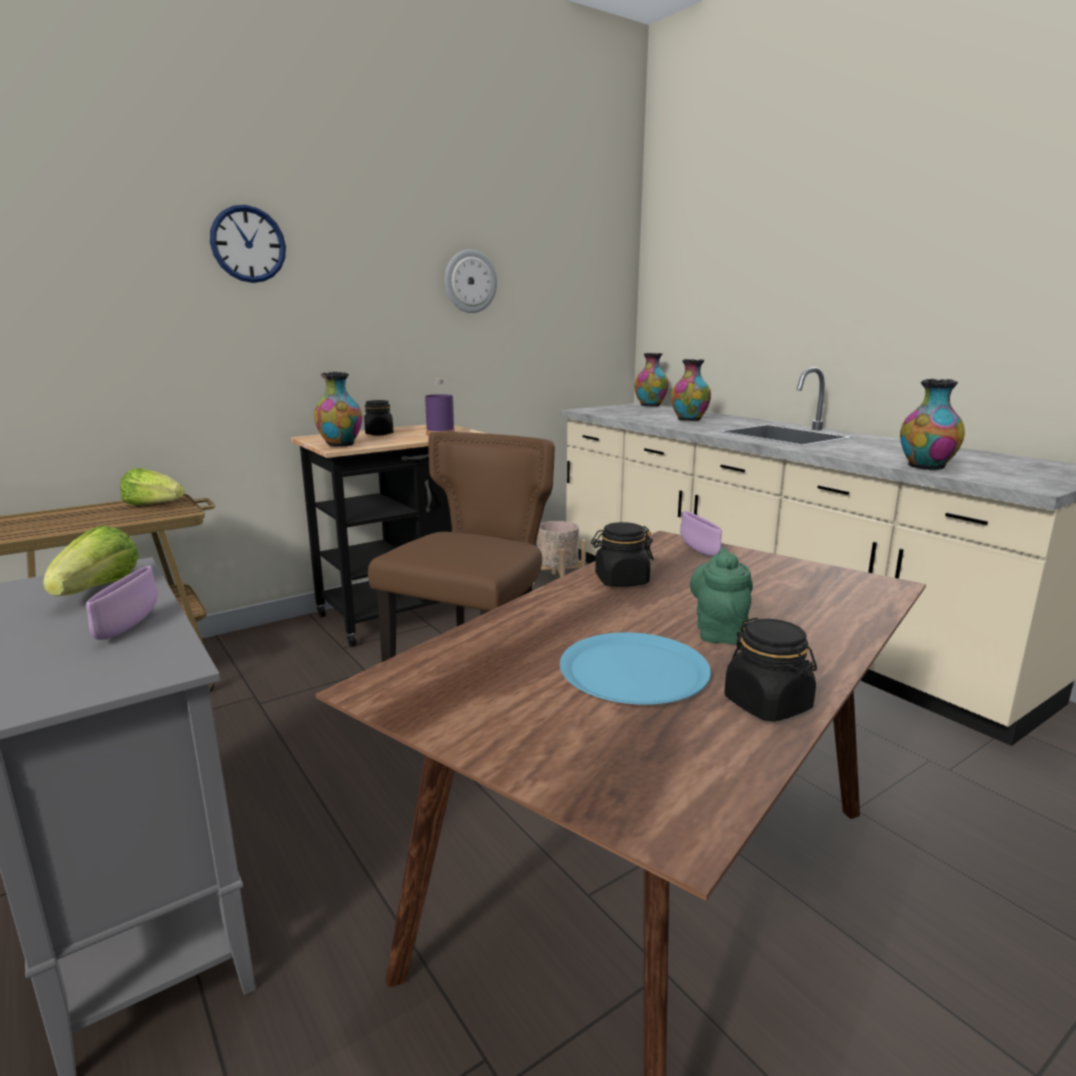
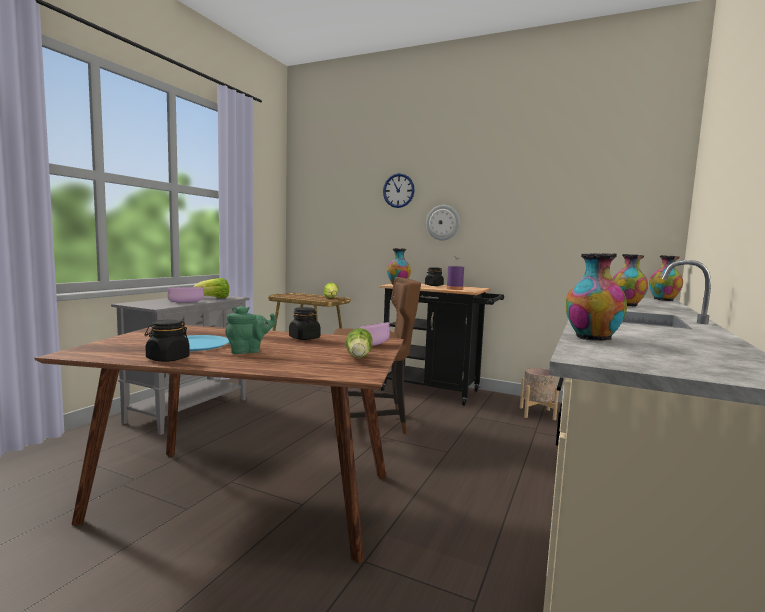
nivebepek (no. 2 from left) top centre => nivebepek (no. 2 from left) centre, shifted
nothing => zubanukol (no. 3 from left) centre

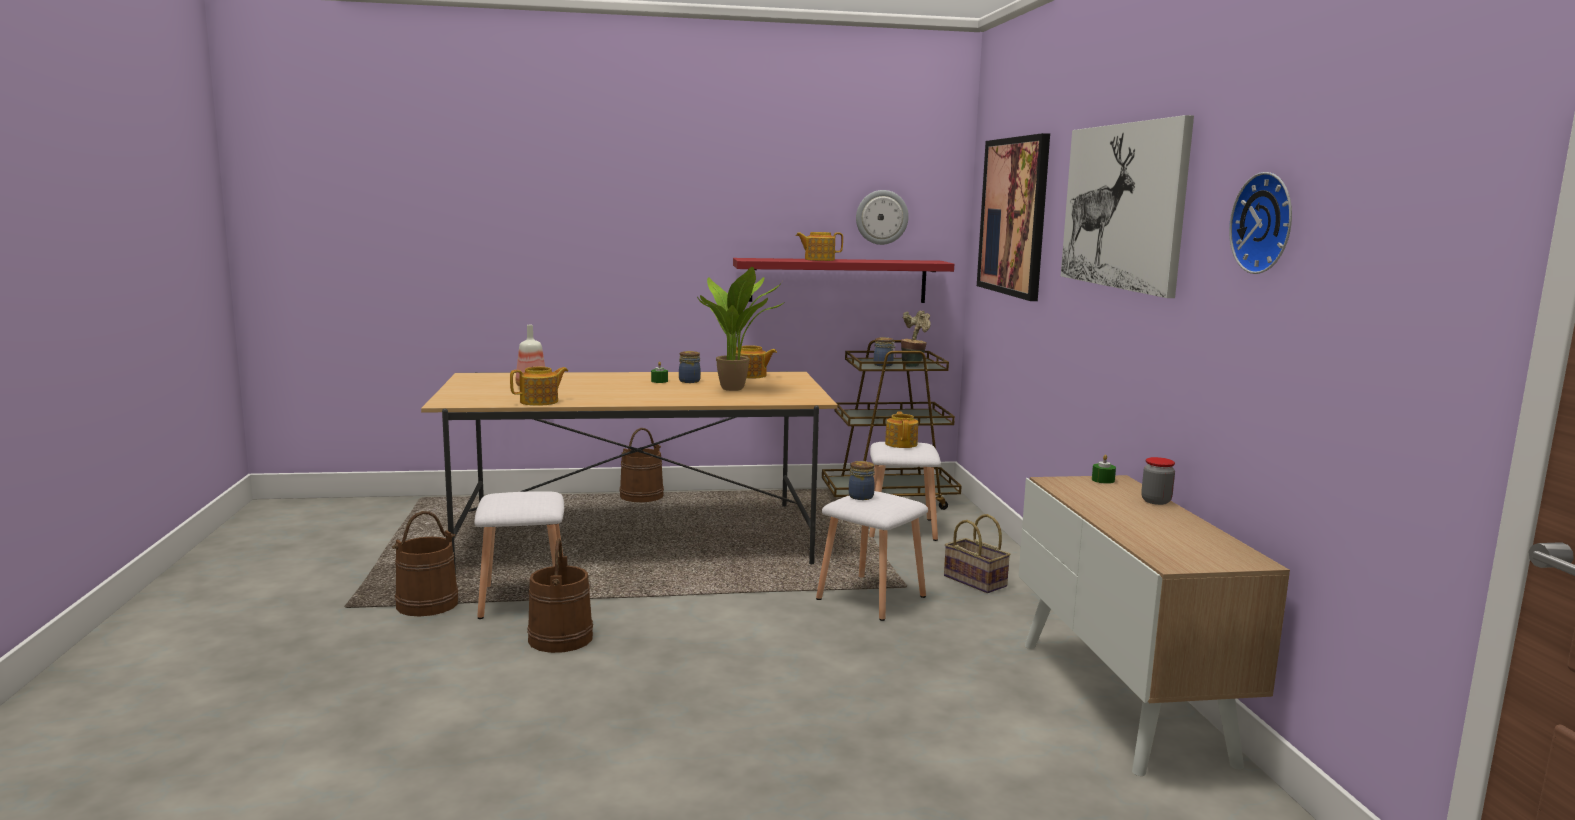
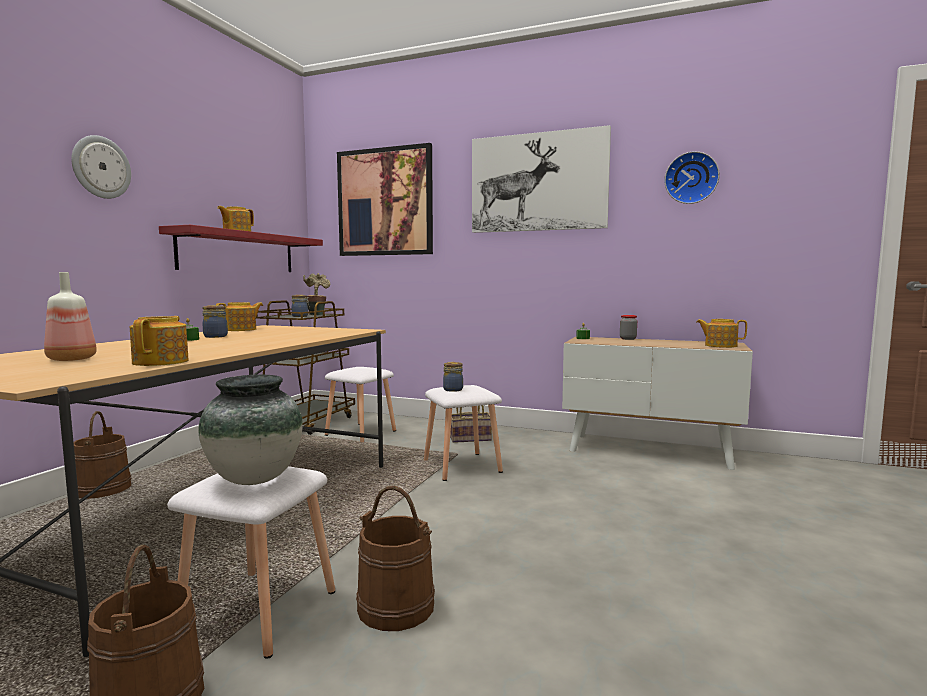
nivebepek (no. 1 from left) top centre => nivebepek (no. 1 from left) top left, shifted
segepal (no. 1 from left) centre => nothing
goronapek (no. 4 from left) centre => goronapek (no. 4 from left) middle right, shifted
nothing => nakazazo middle left

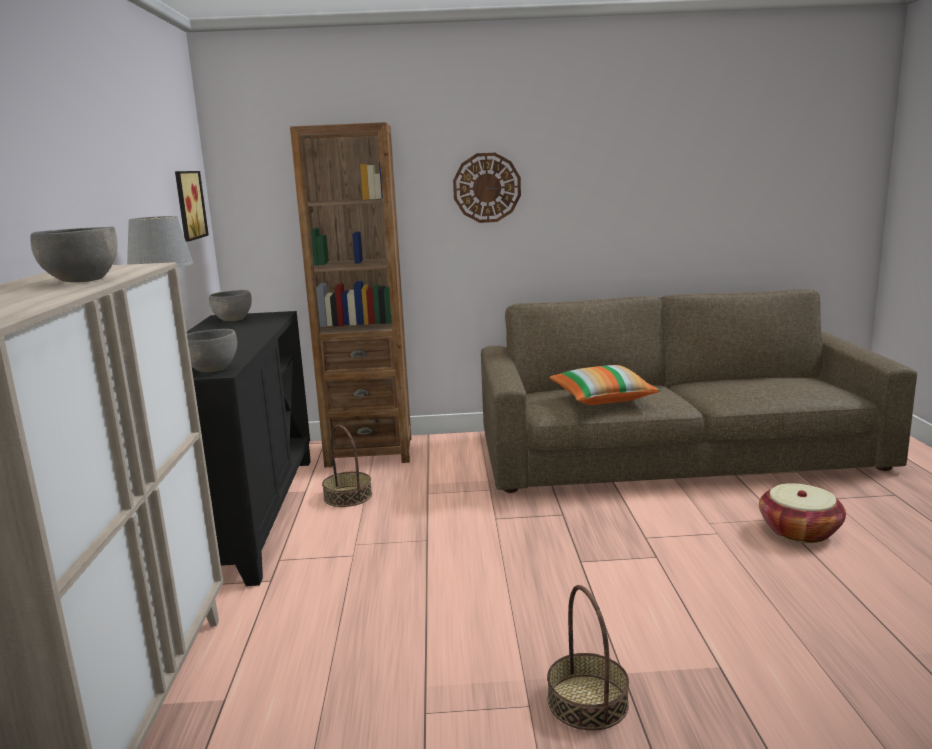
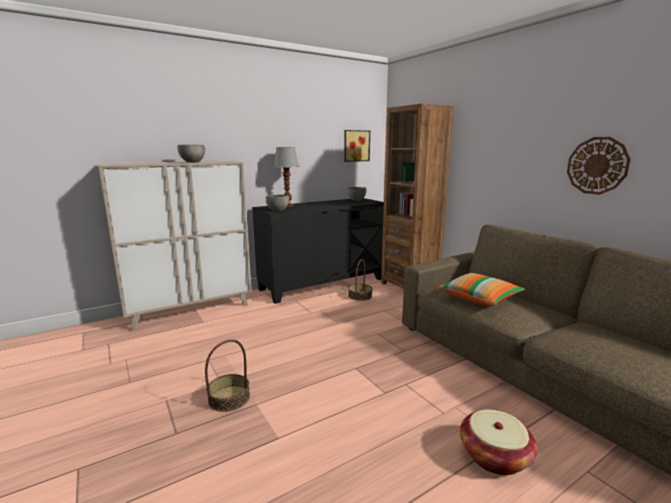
nivebepek top centre => nivebepek top right, shifted

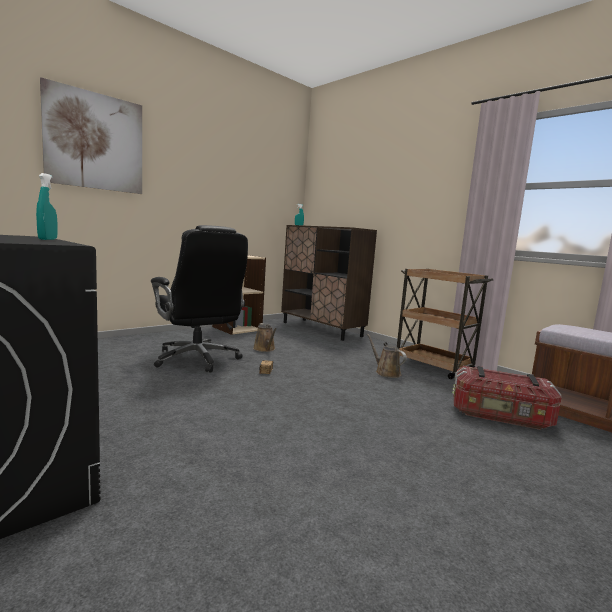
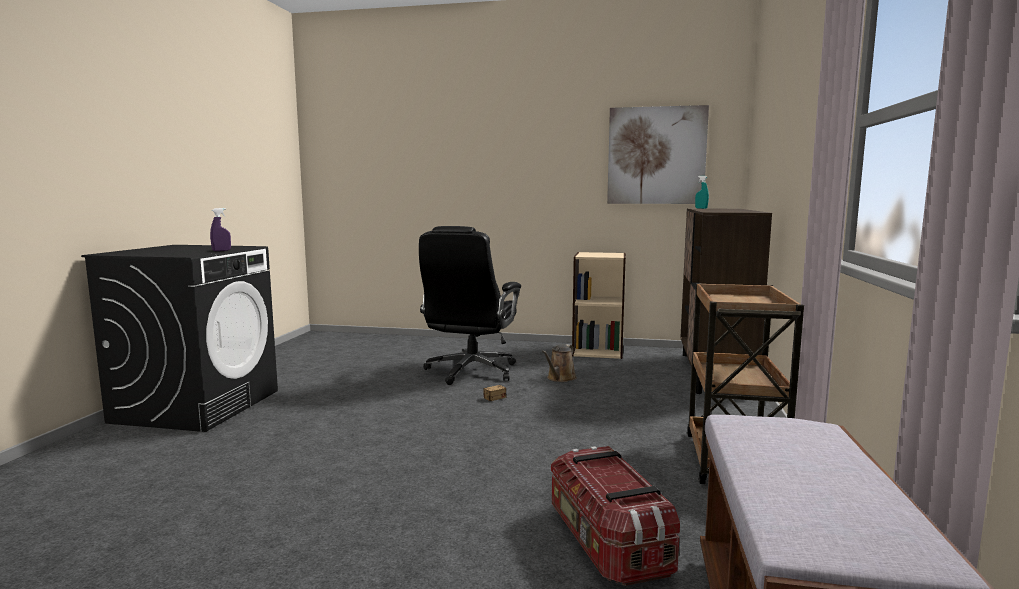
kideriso top left => kideriso top centre, shifted
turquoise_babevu (no. 1 from left) middle left => purple_babevu middle left
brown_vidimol (no. 2 from left) centre => nothing

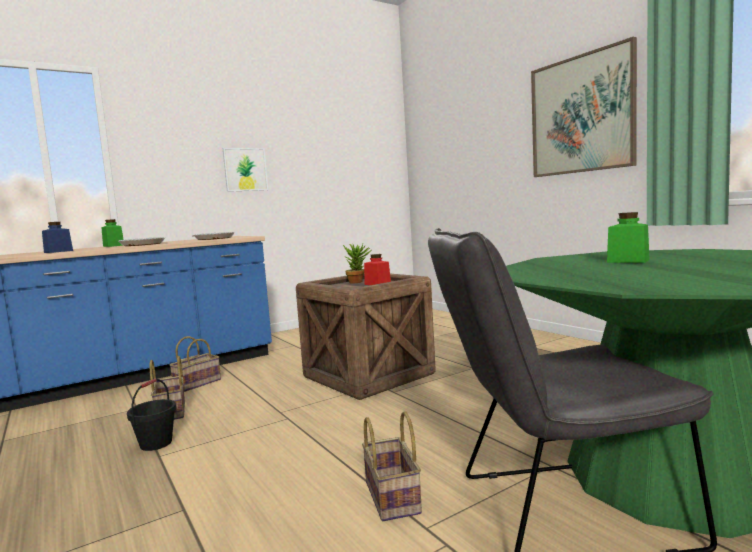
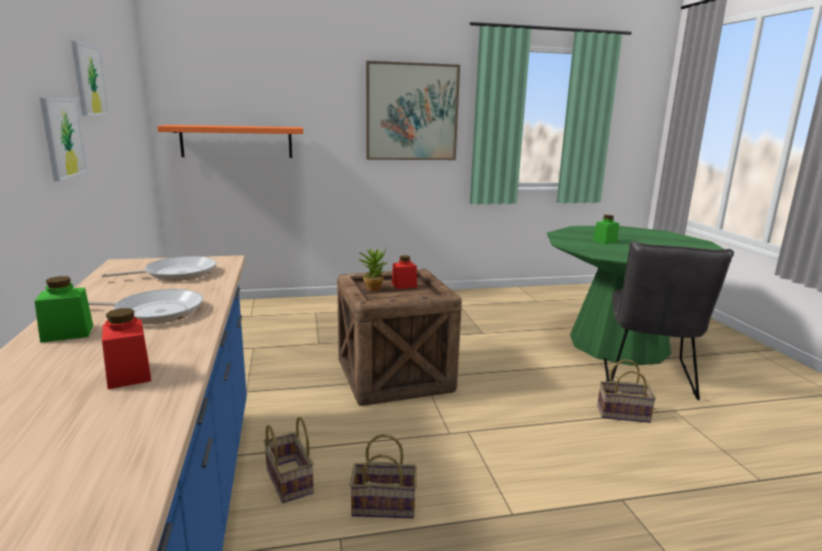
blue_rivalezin middle left => red_rivalezin (no. 1 from left) middle left
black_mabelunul bottom left => nothing
nothing => kideriso (no. 2 from left) top left
nothing => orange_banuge top left

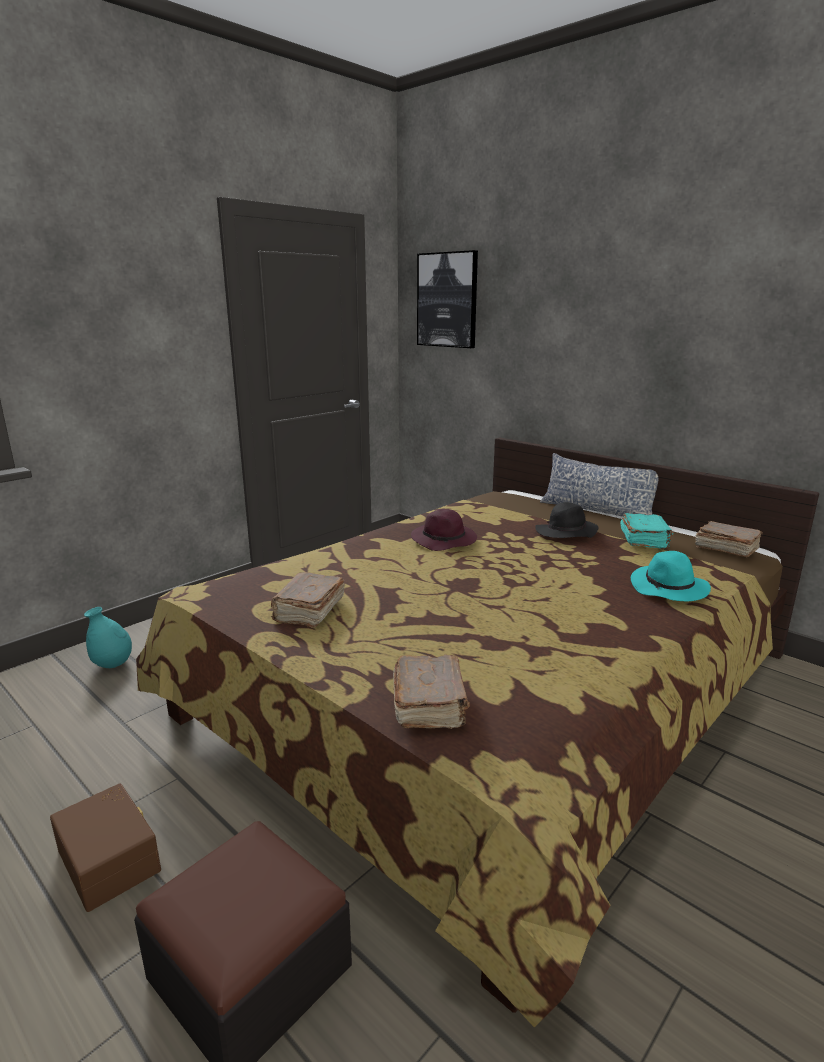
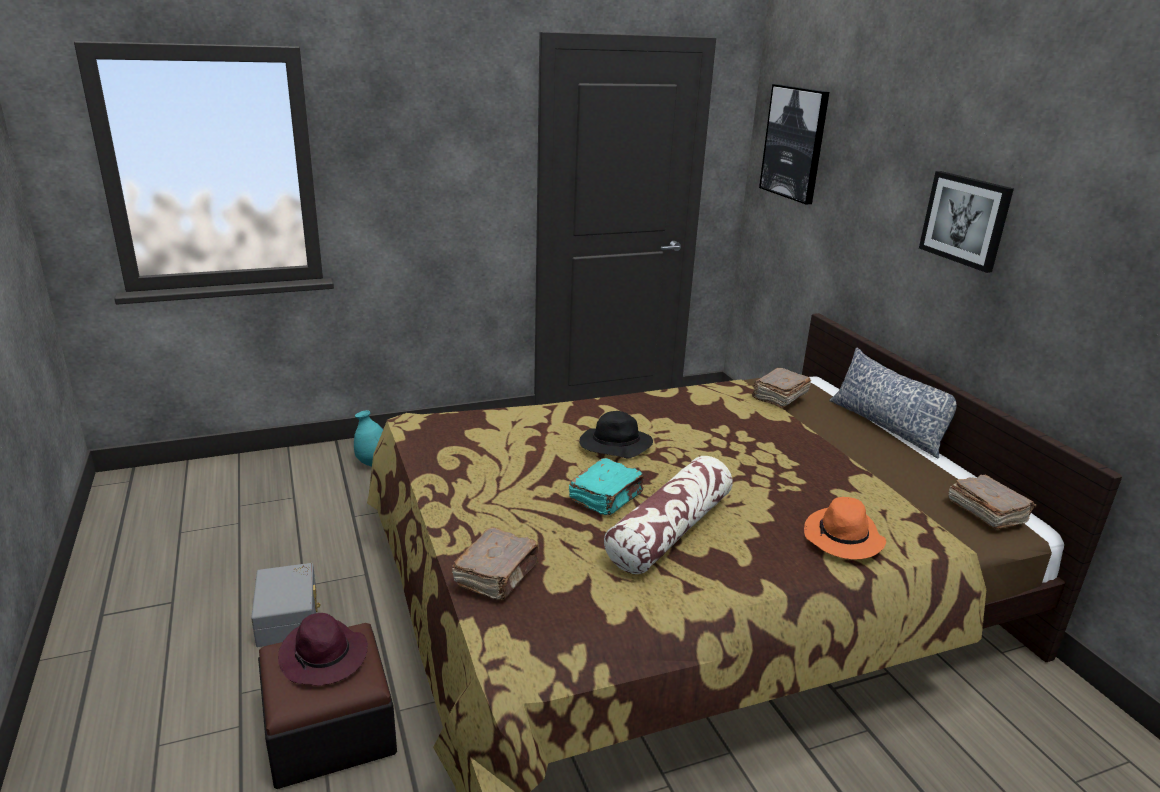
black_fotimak middle right => black_fotimak centre, shifted
purple_fotimak centre => purple_fotimak bottom left, shifted
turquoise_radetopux middle right => turquoise_radetopux centre, shifted
turquoise_fotimak middle right => orange_fotimak bottom right
brown_radetopux (no. 1 from left in the first image) centre => brown_radetopux (no. 2 from left) middle right, shifted
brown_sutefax bottom left => grey_sutefax bottom left
nothing => kideriso (no. 2 from left) top right
nothing => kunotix (no. 1 from left) centre

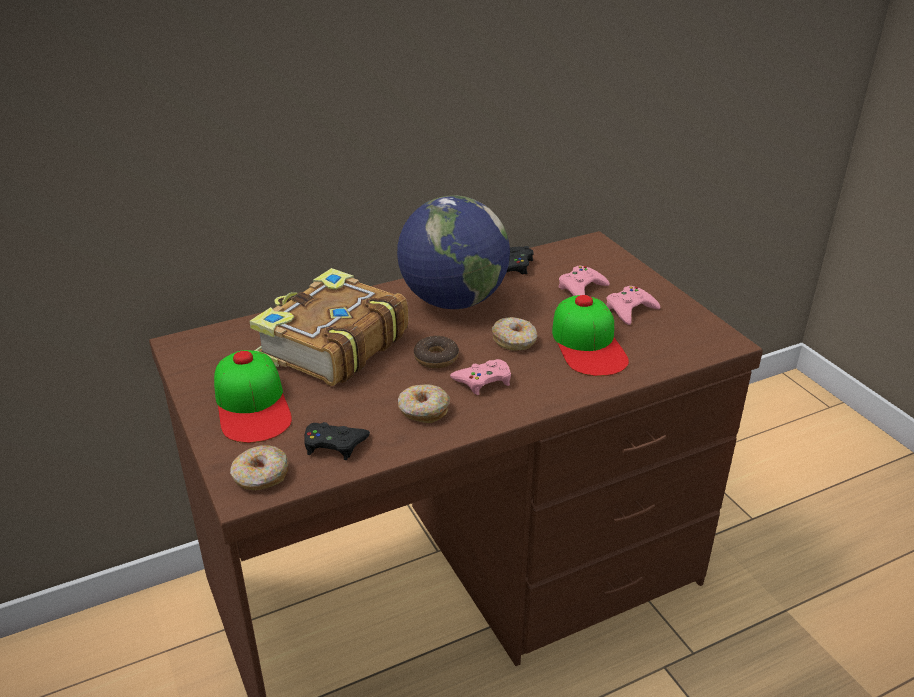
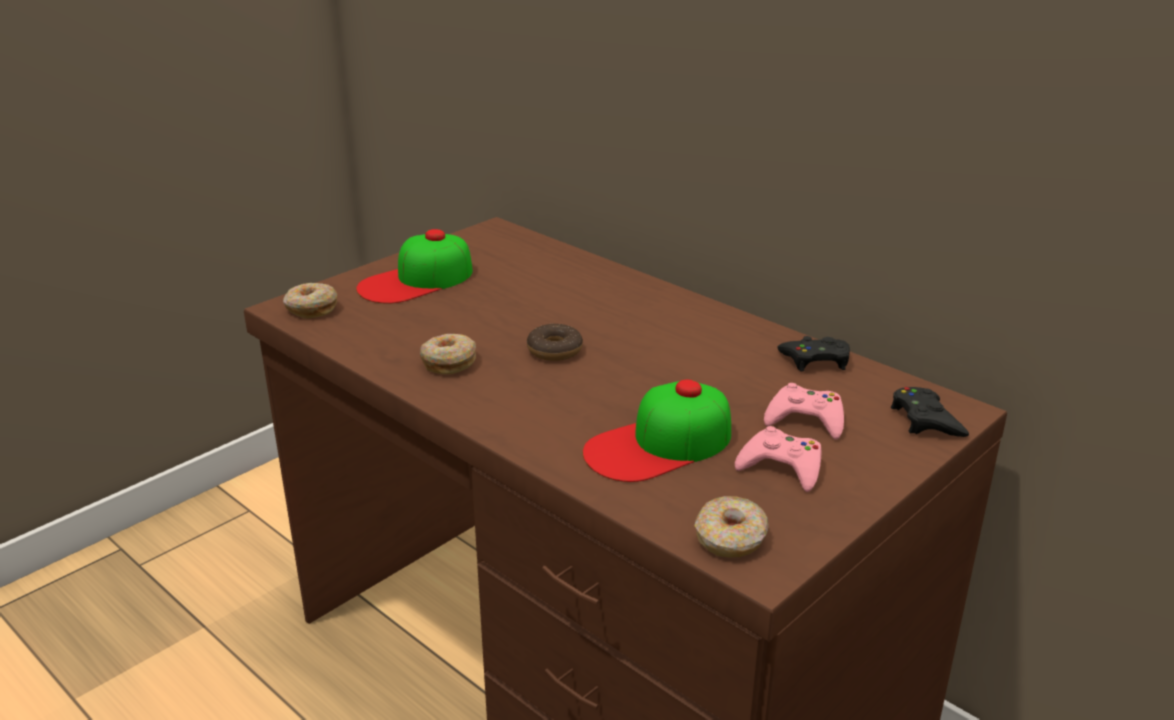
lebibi centre => nothing
radetopux centre => nothing
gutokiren (no. 4 from left) centre => gutokiren (no. 4 from left) bottom centre, shifted
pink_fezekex (no. 1 from left) centre => nothing
black_fezekex (no. 1 from left in the first image) centre => black_fezekex (no. 2 from left) middle right, shifted

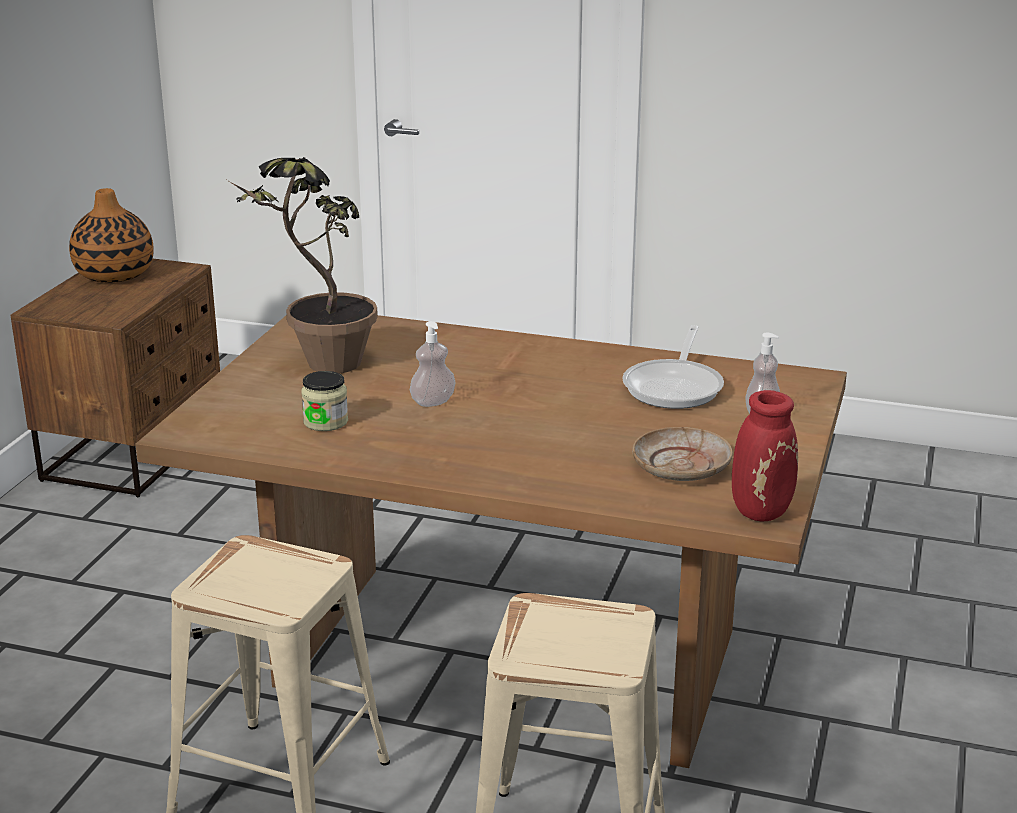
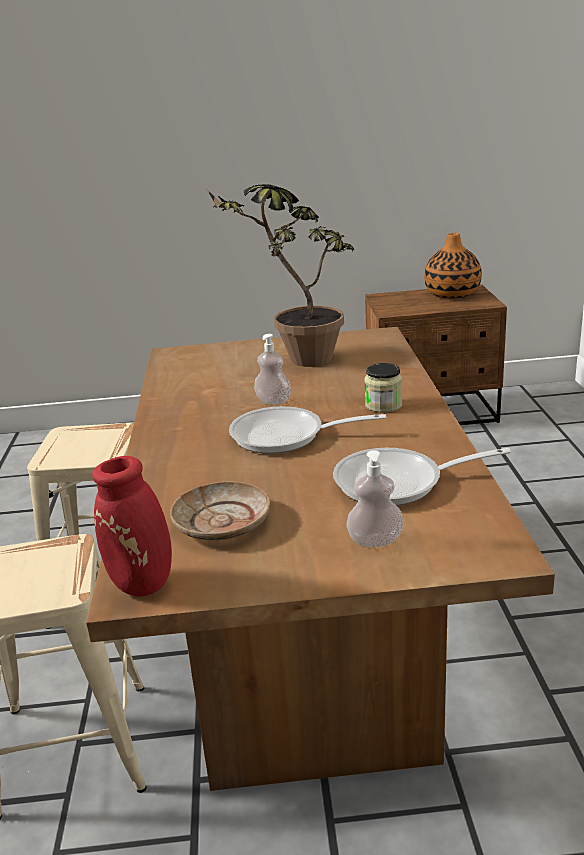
rivalezin middle left => rivalezin centre, shifted
nothing => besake (no. 1 from left) centre

